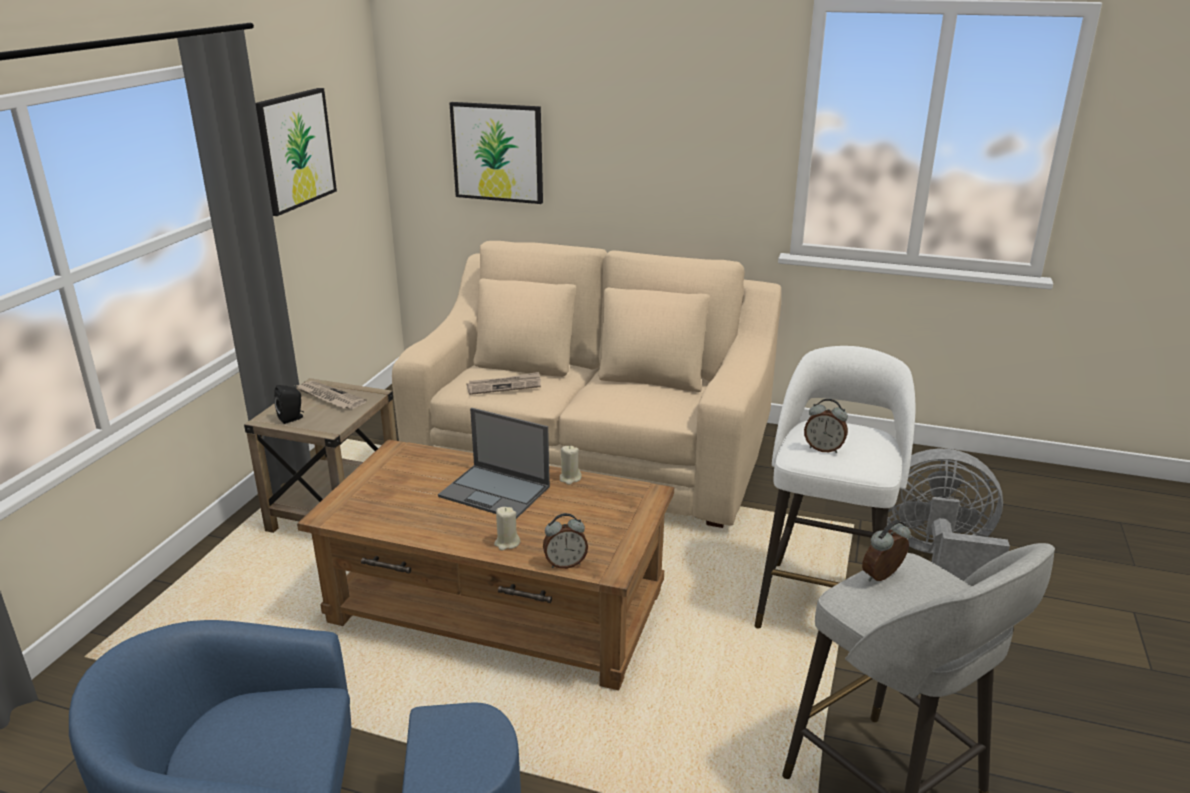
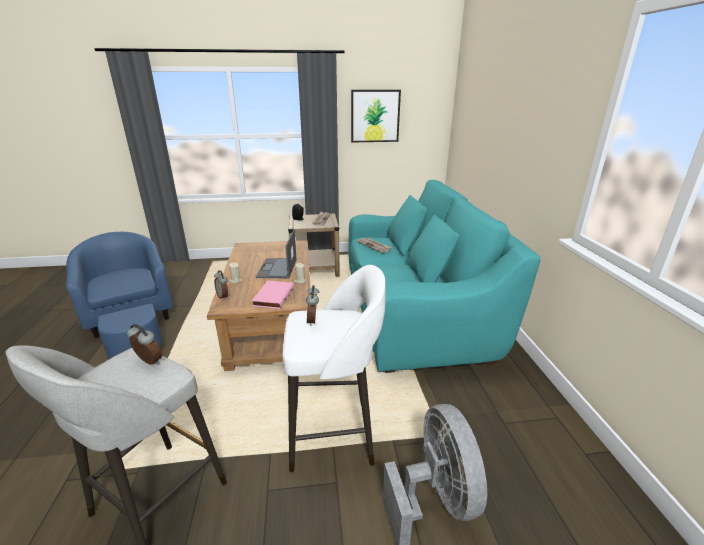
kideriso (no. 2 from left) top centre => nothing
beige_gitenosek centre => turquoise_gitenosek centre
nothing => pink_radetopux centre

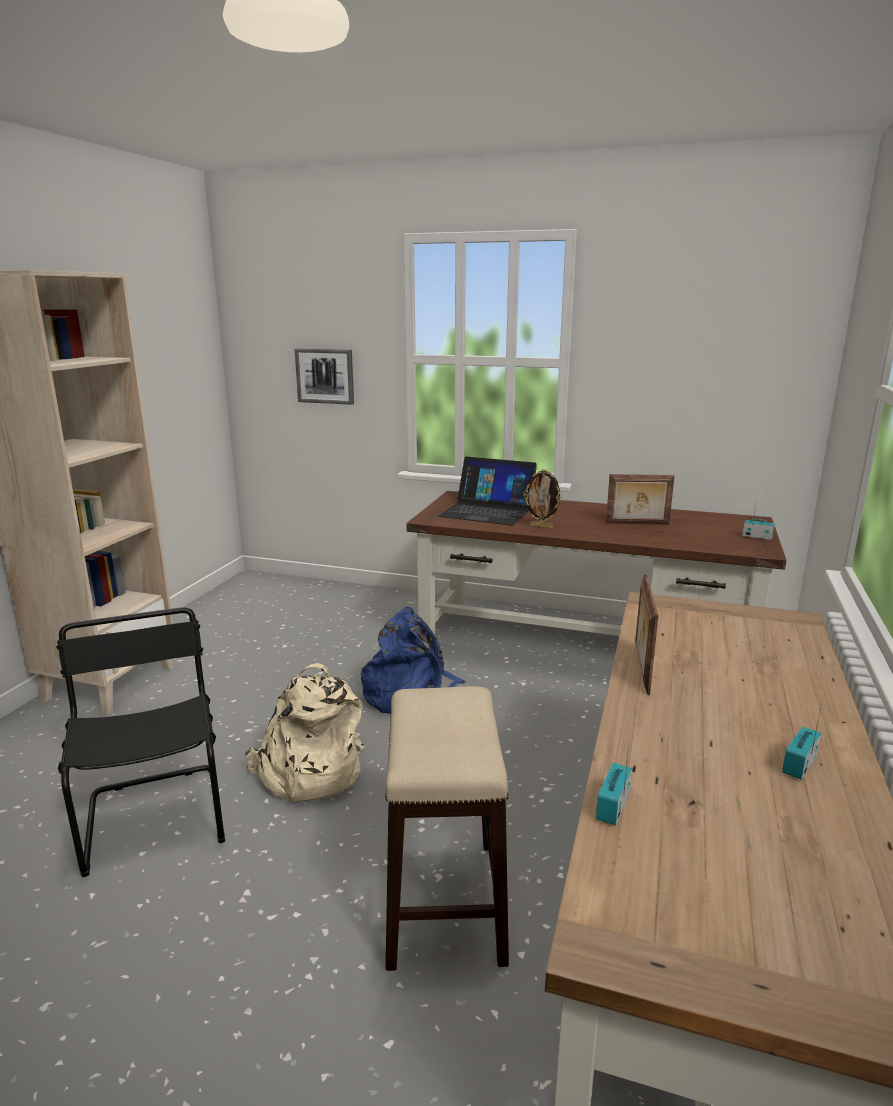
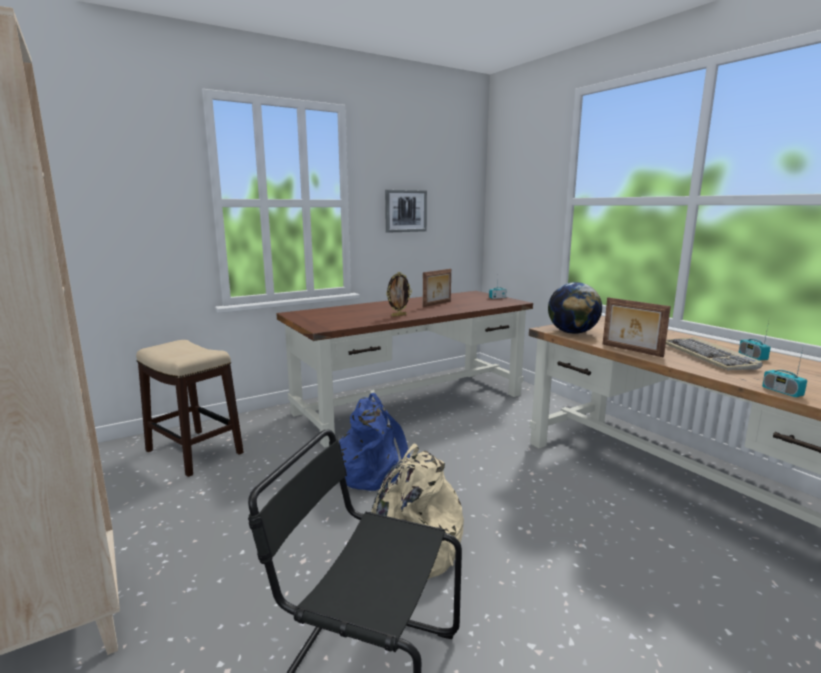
kideriso centre => kideriso top centre, shifted
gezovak centre => nothing
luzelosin bottom centre => luzelosin middle left, shifted
nothing => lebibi middle right
nothing => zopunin middle right

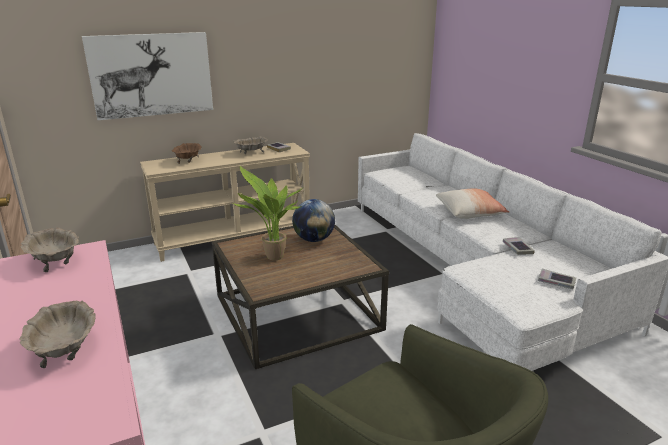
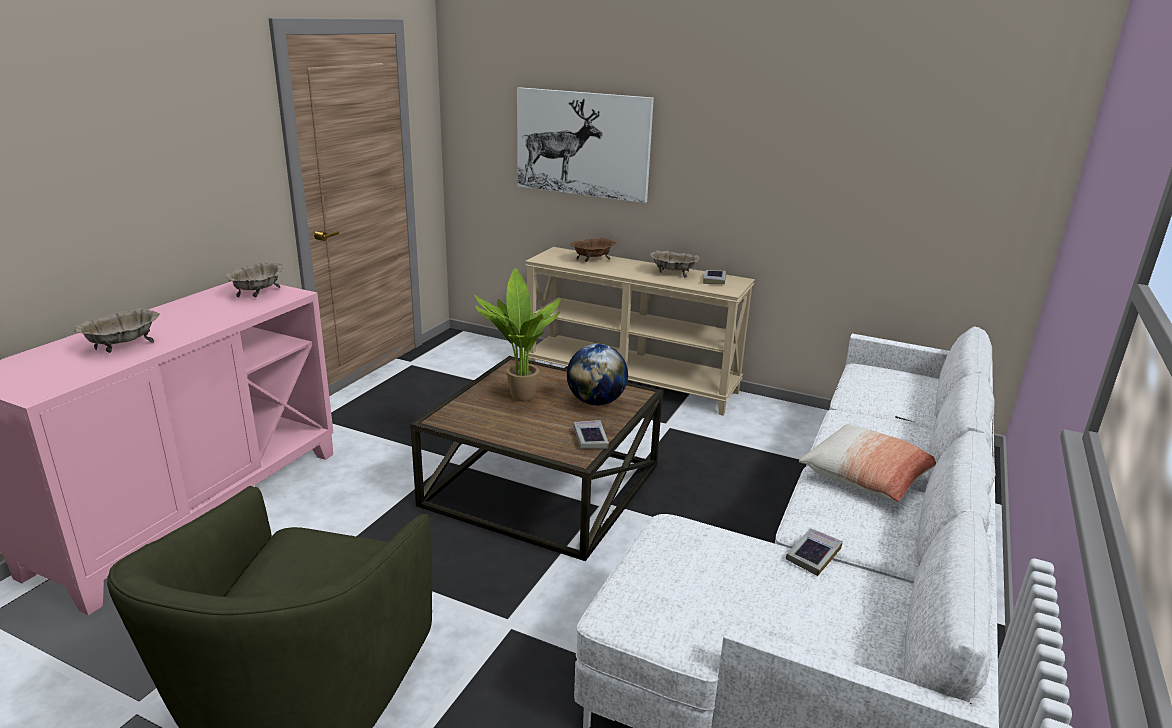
radetopux (no. 3 from left in the first image) middle right => radetopux (no. 1 from left) centre, shifted

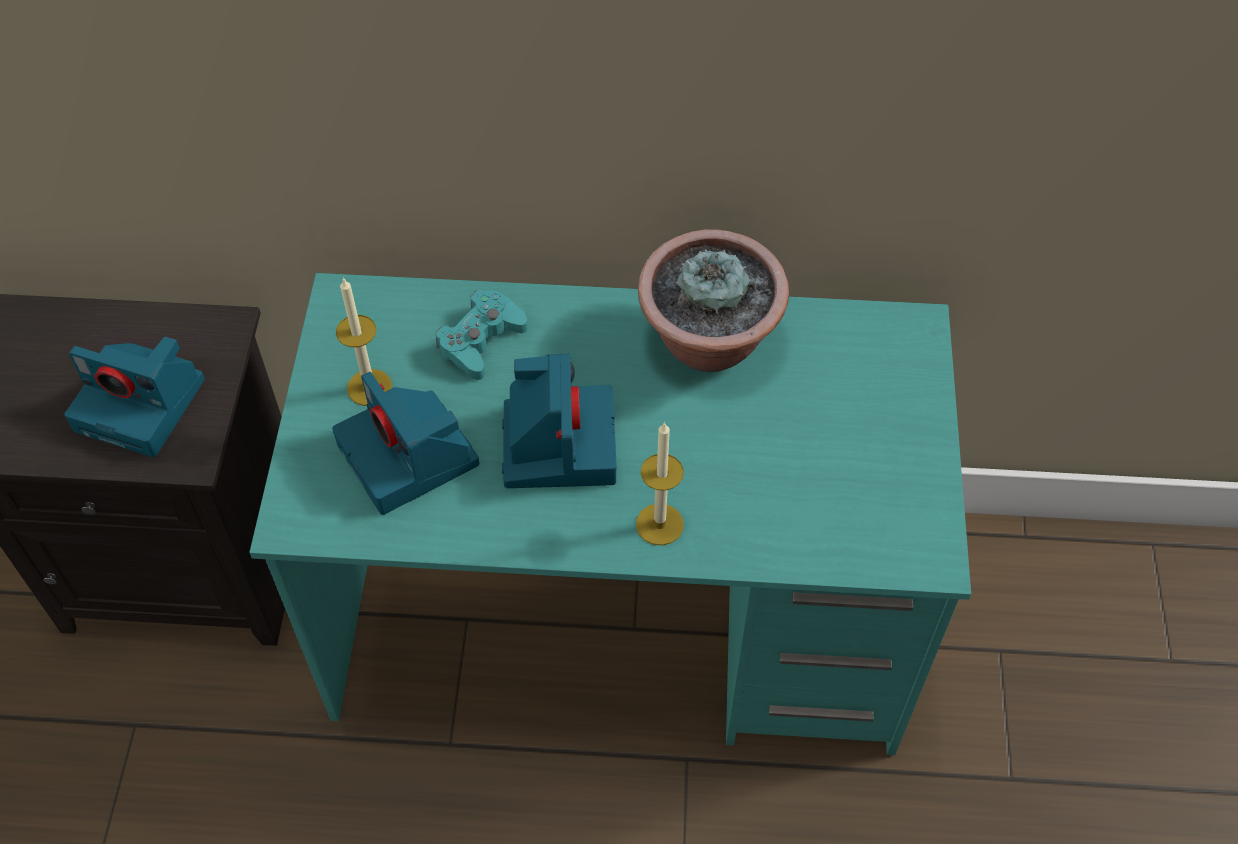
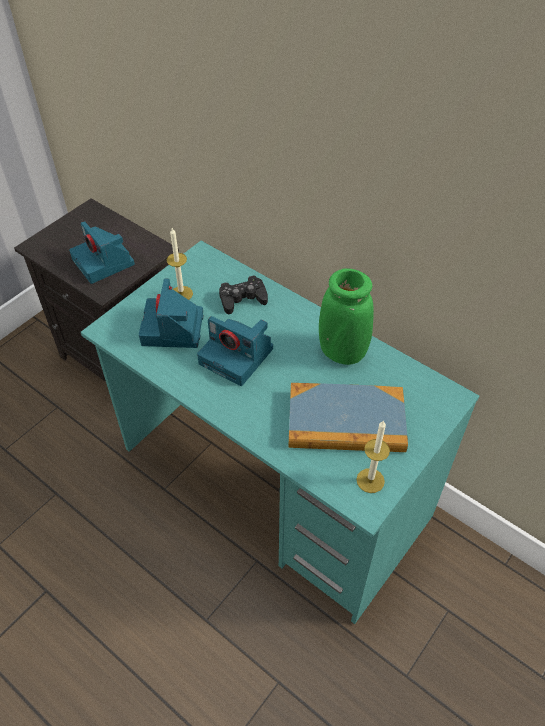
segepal centre => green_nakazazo centre
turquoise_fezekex centre => black_fezekex centre
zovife (no. 3 from left) centre, 90 degrees clockwise
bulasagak (no. 2 from left) centre => bulasagak (no. 2 from left) middle right, shifted
nothing => radetopux centre

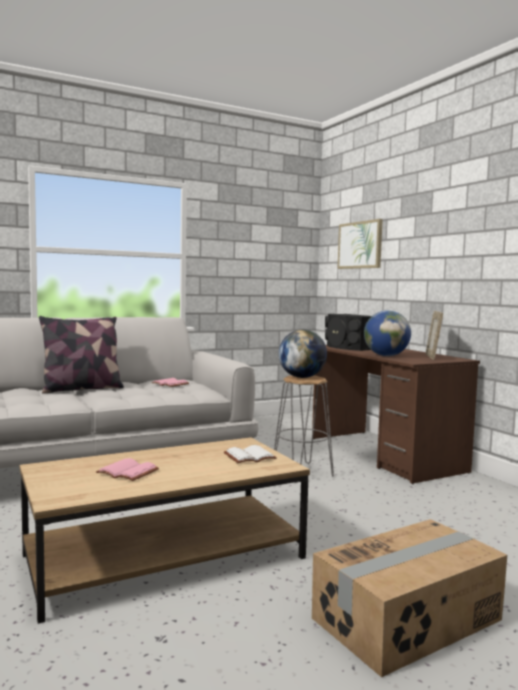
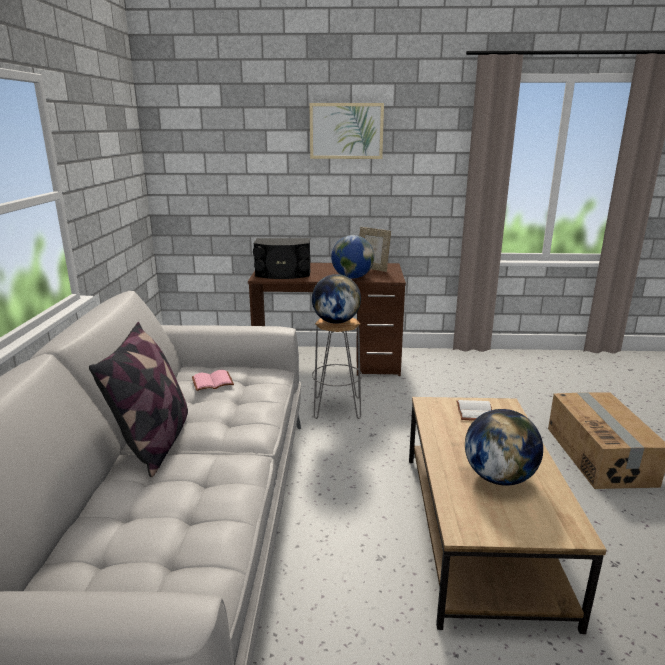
kideriso middle right => kideriso top centre, shifted
pink_radetopux (no. 1 from left) bottom left => lebibi (no. 3 from left) bottom right

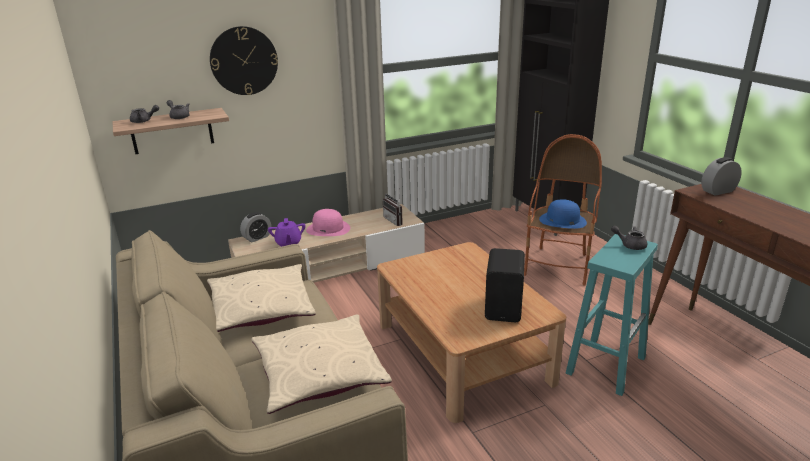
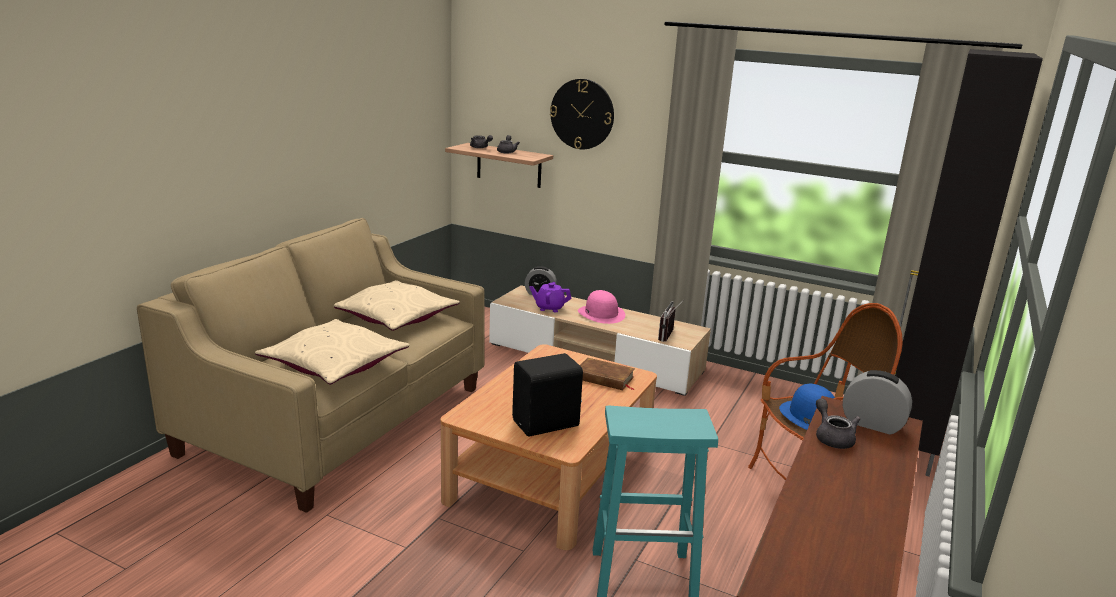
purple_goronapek centre, 60 degrees clockwise
grey_goronapek (no. 3 from left) middle right => grey_goronapek (no. 3 from left) bottom right, shifted
nothing => brown_radetopux centre

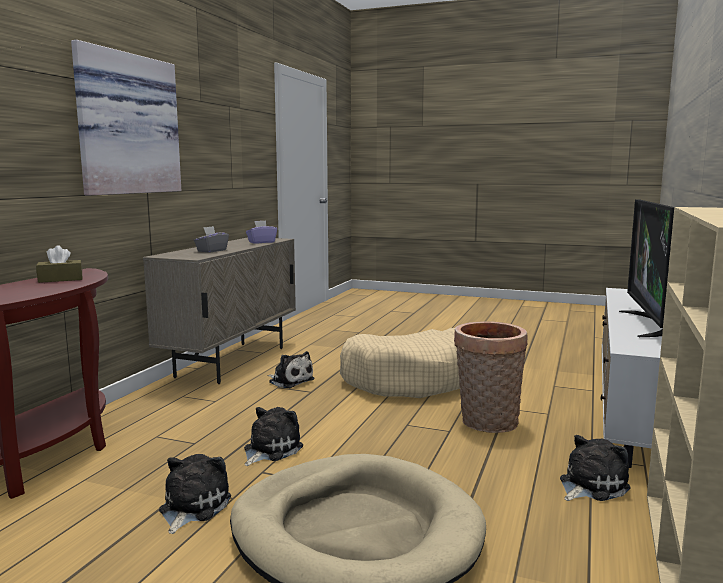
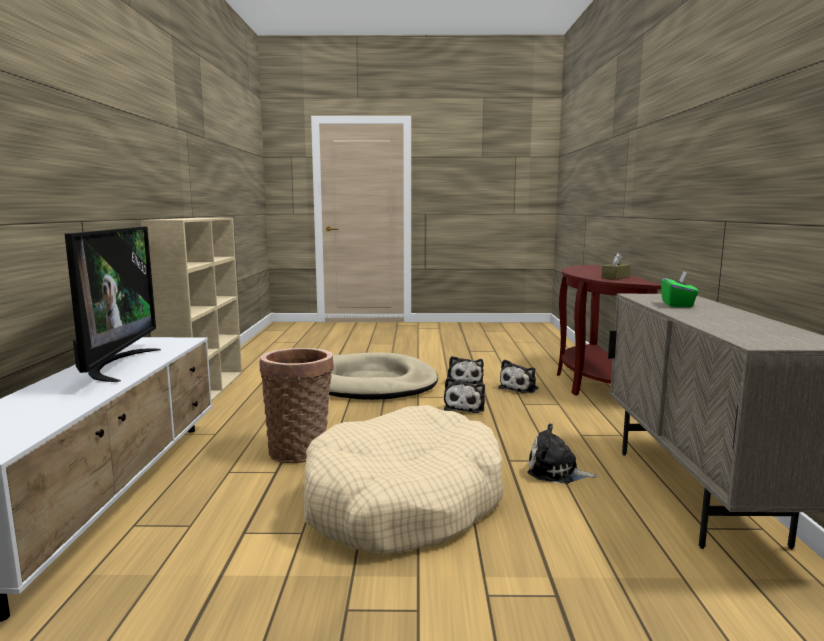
kideriso top left => nothing
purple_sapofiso centre => nothing
grey_sapofiso middle left => green_sapofiso middle right
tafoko (no. 4 from left in the first image) bottom right => tafoko (no. 3 from left) centre, shifted

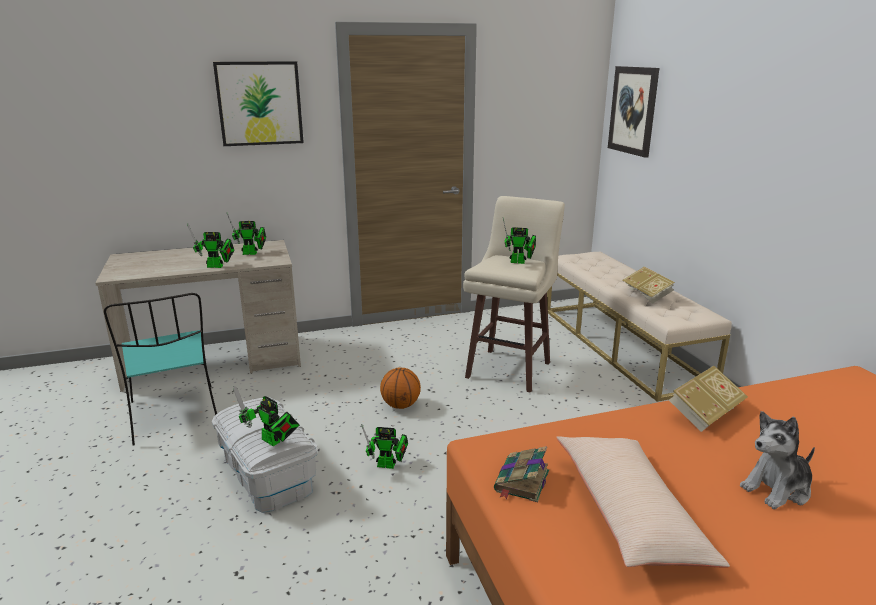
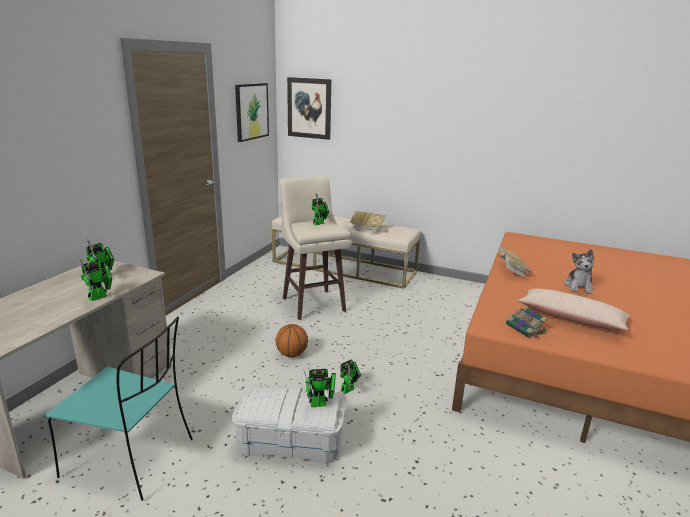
kideriso (no. 1 from left) top left => kideriso (no. 1 from left) top centre, shifted

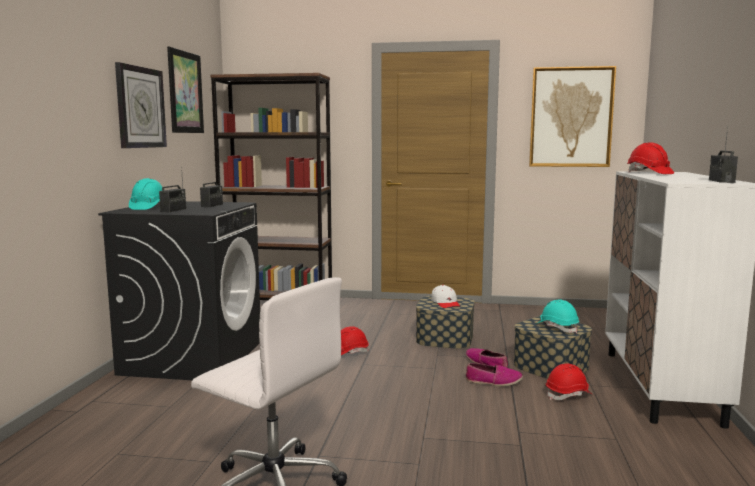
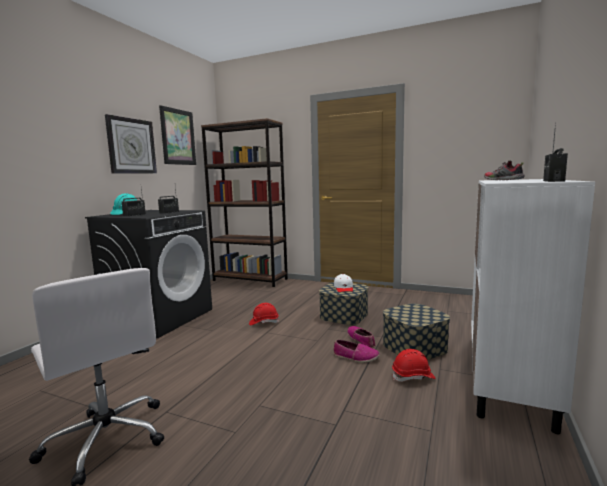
kideriso (no. 2 from left) top right => nothing
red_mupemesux (no. 3 from left) top right => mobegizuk (no. 3 from left) middle right
turquoise_mupemesux (no. 2 from left) middle right => nothing

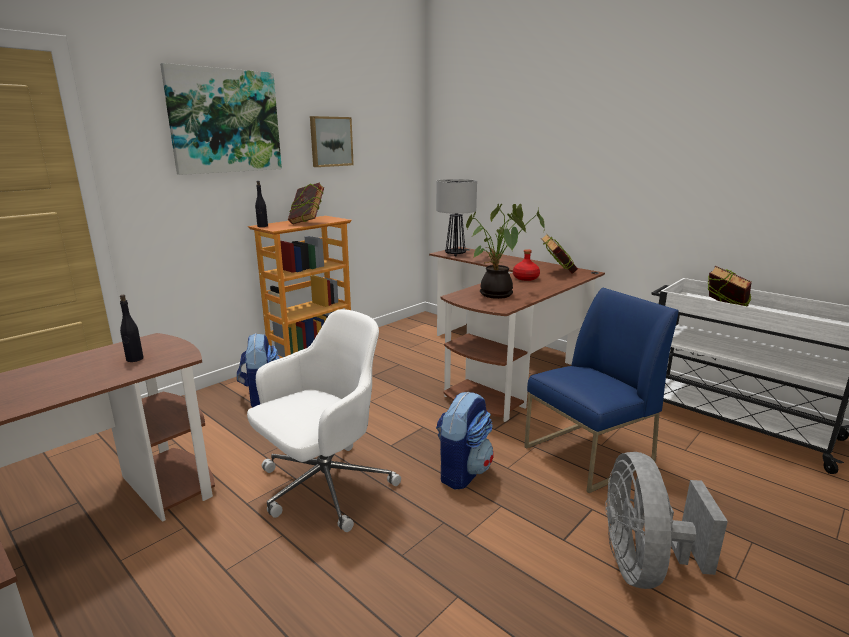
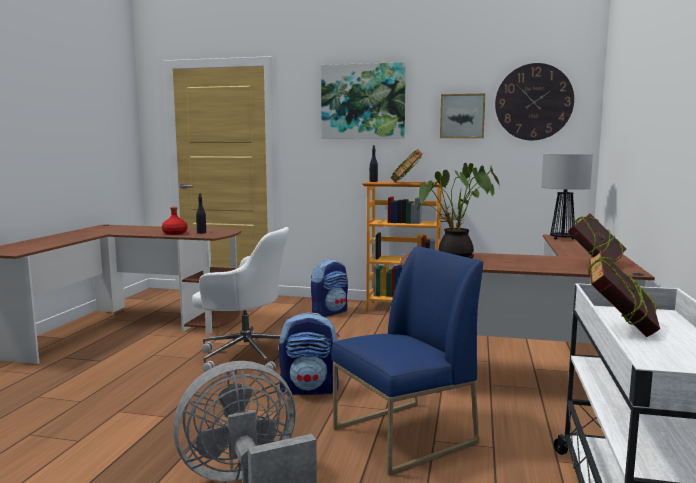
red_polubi centre => red_polubi middle left, shifted
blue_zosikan middle right => blue_zosikan bottom centre, 60 degrees counterclockwise
nothing => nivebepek top right

